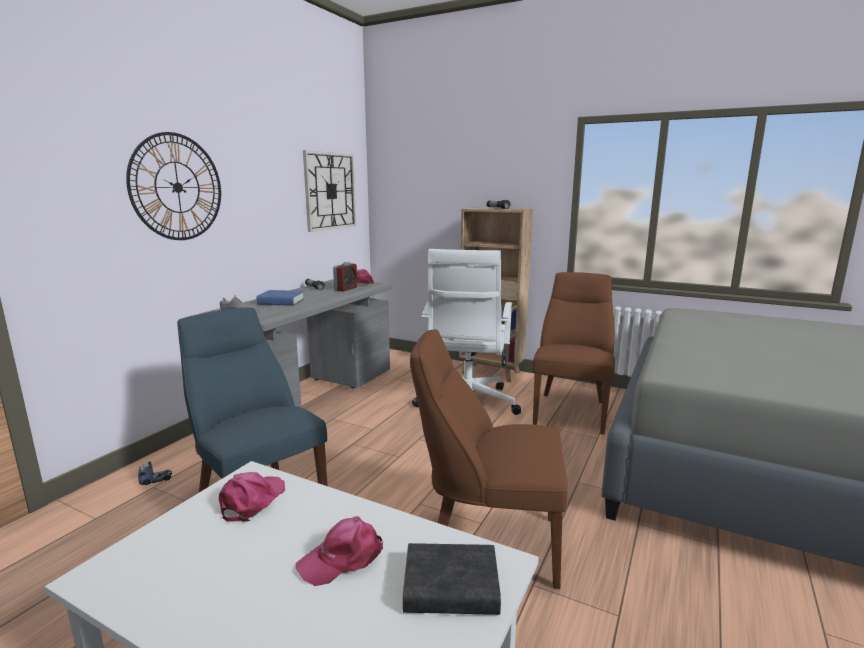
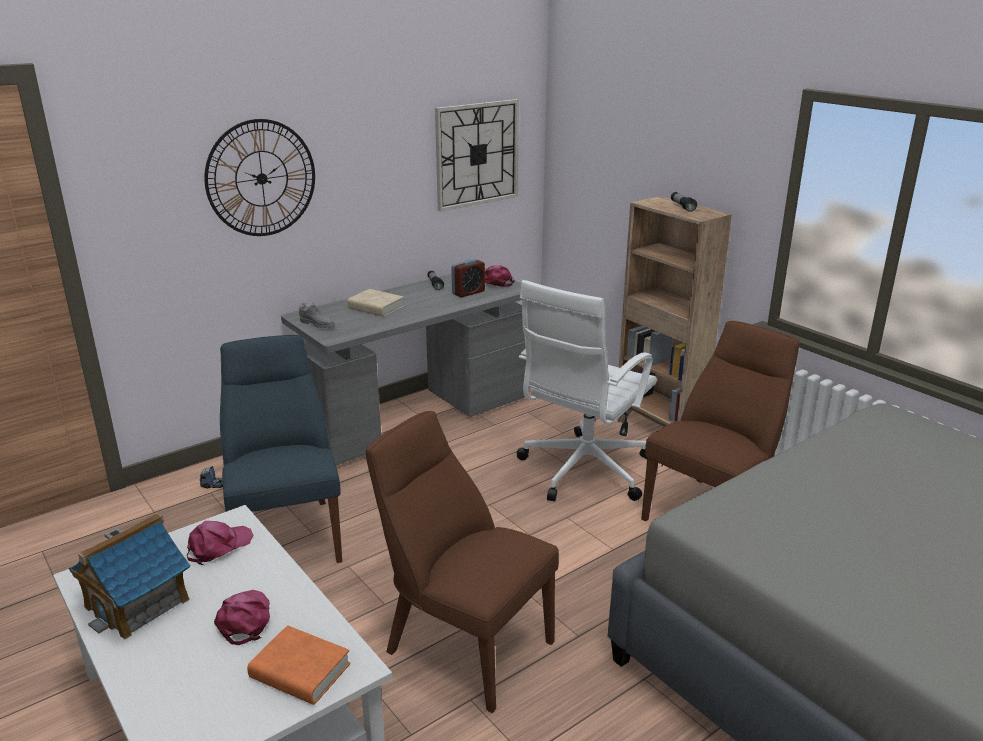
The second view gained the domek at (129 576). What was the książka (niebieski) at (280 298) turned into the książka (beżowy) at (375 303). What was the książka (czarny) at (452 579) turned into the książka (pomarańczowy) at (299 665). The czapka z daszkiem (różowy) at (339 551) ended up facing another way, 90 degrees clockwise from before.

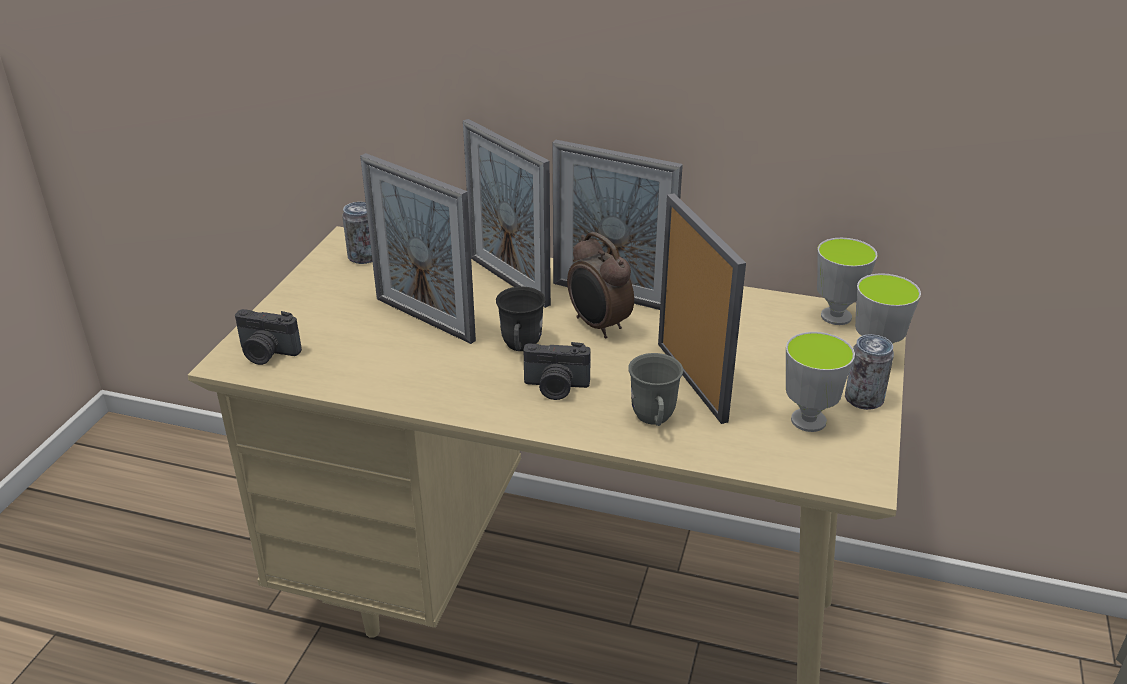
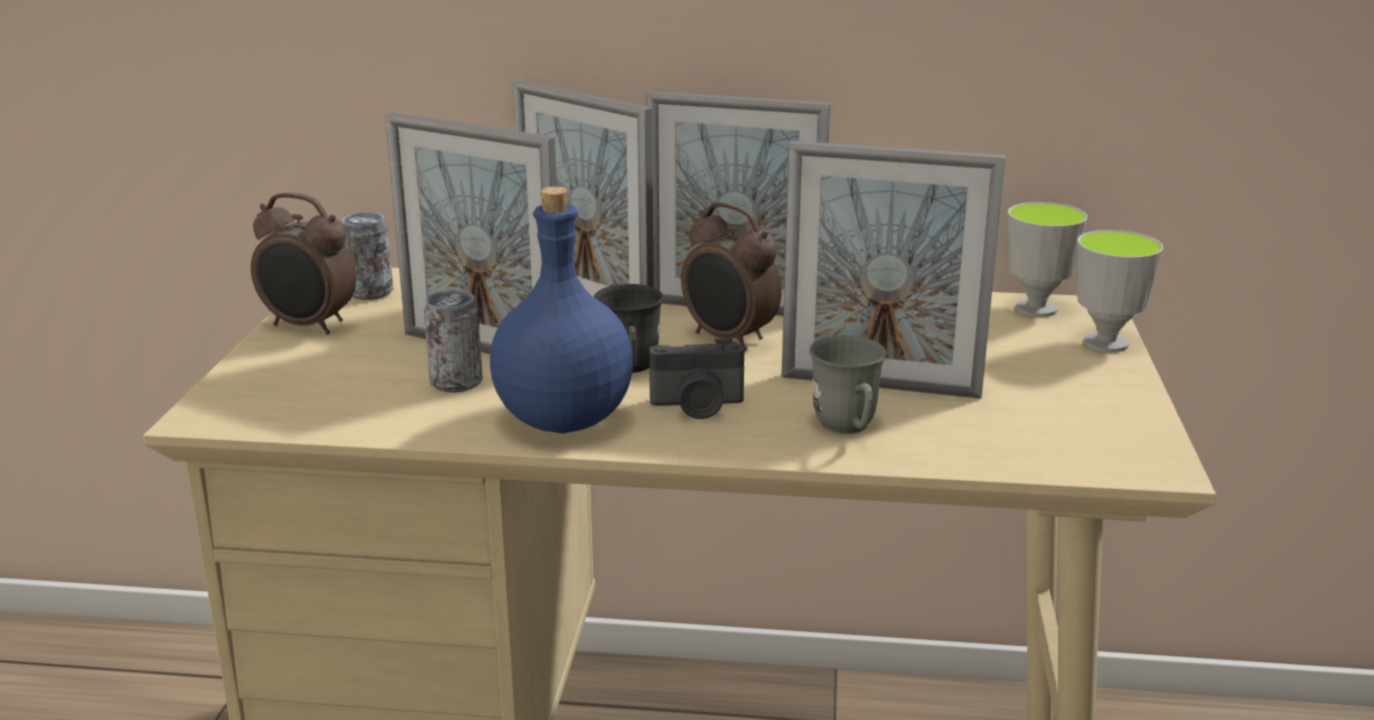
The second view lost the aparat fotograficzny at (268 337). The second view lost the filiżanka at (820 382). The second view gained the budzik at (303 263). The second view gained the butelka (niebieski) at (561 309). The puszka ended up elsewhere, having gone from (869 372) to (453 341). The ramka na zdjęcie at (702 308) ended up facing another way, 135 degrees clockwise from before.

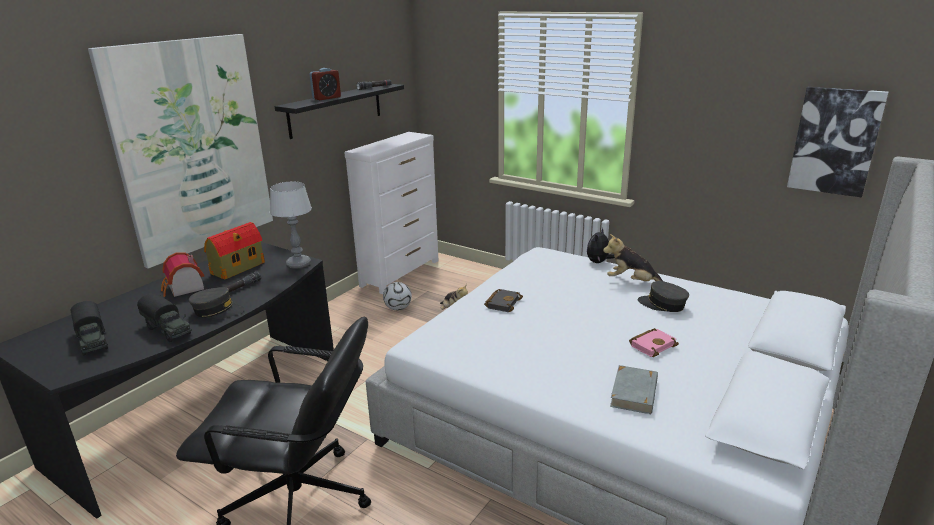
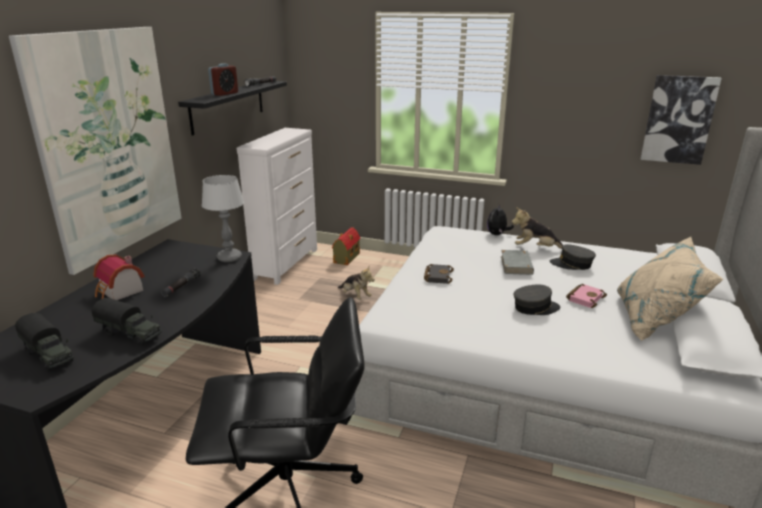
The second view lost the piłka futbolowa at (397 296). The second view gained the poduszka (beżowy) at (670 289). The czapka z daszkiem (szary) ended up elsewhere, having gone from (216 303) to (537 300). The domek ended up elsewhere, having gone from (234 250) to (346 246). The książka (szary) ended up elsewhere, having gone from (634 389) to (517 262).

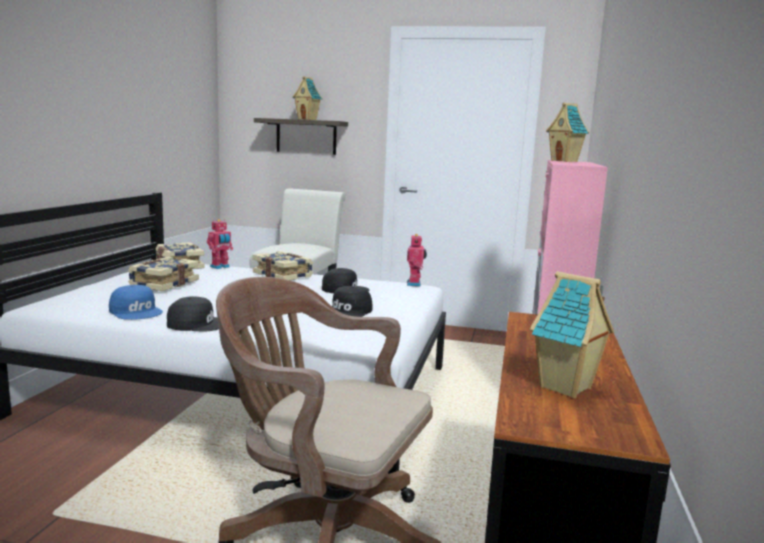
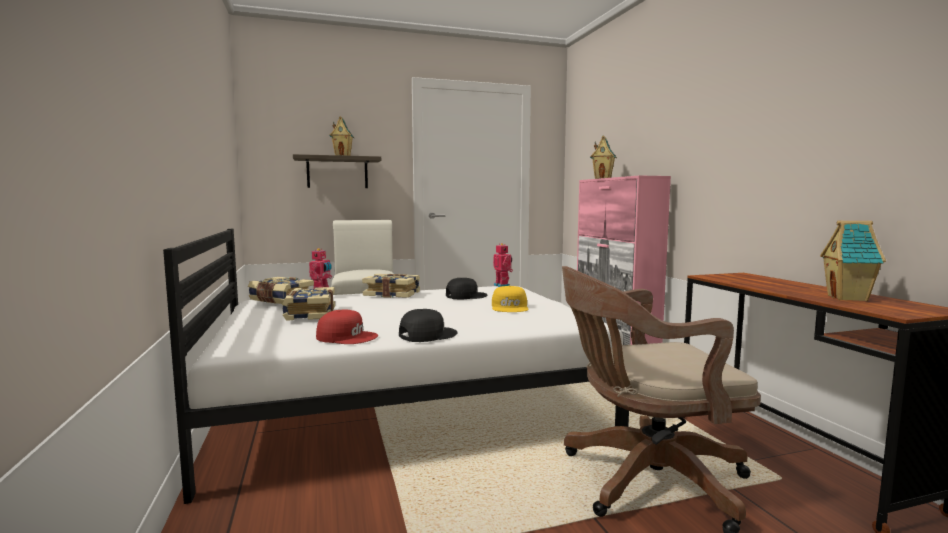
What was the czapka z daszkiem (niebieski) at (136 302) turned into the czapka z daszkiem (czerwony) at (347 326). What was the czapka z daszkiem (czarny) at (352 301) turned into the czapka z daszkiem (żółty) at (510 299).

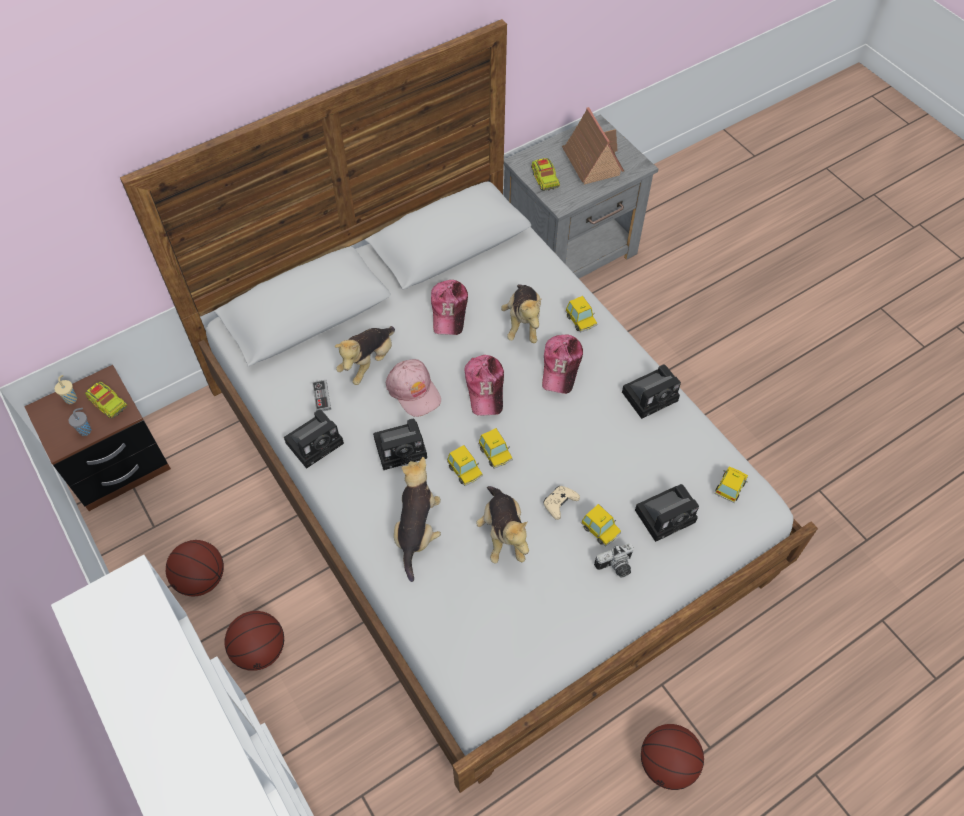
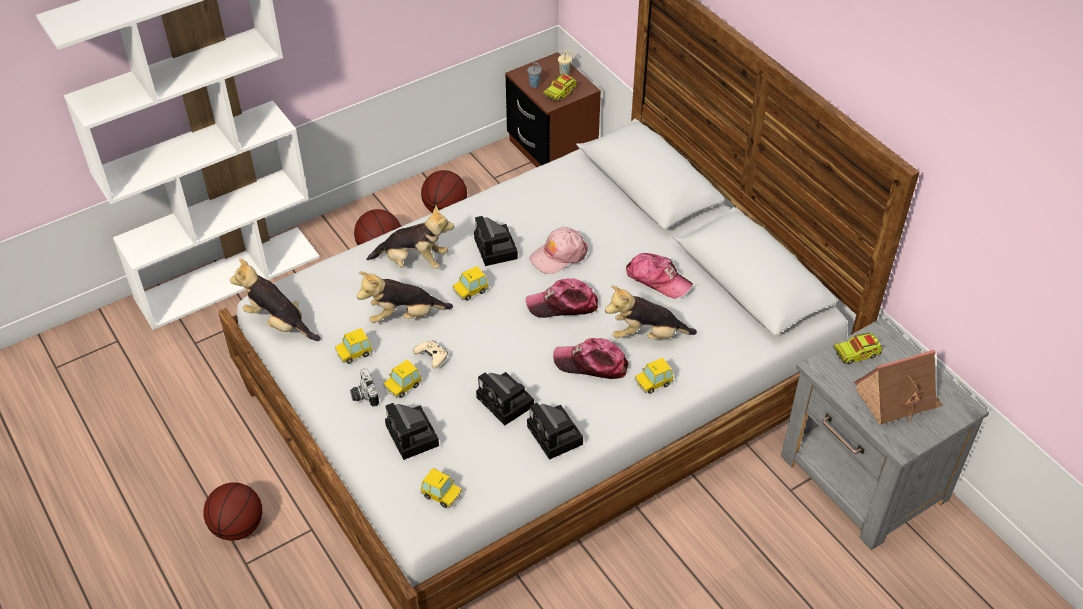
The second view lost the pad do gier at (321 395). The aparat fotograficzny ended up elsewhere, having gone from (314 439) to (505 399). The pluszak ended up elsewhere, having gone from (365 355) to (275 299). The samochodzik ended up elsewhere, having gone from (495 448) to (354 346). The czapka z daszkiem at (449 307) ended up facing another way, 150 degrees counterclockwise from before.

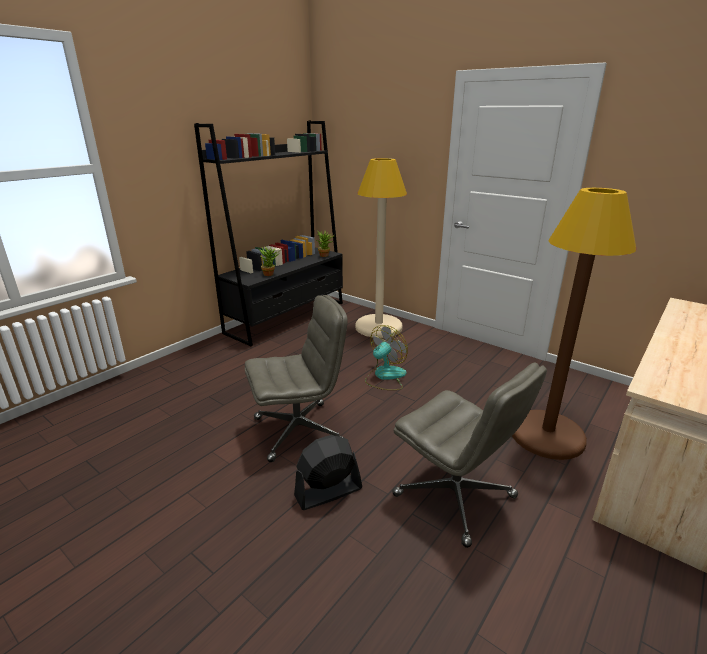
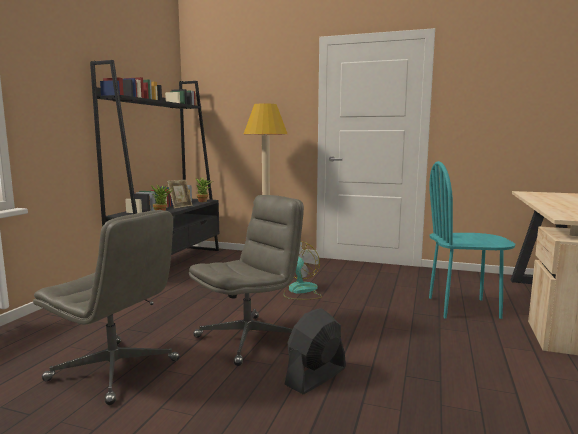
The second view gained the ramka na zdjęcie at (179 194). The krzesło biurowe (szary) ended up elsewhere, having gone from (469 455) to (106 307). Where the lampa stojąca (brązowy) stood at (574 324), the krzesło (turkusowy) came to stand at (472 240).

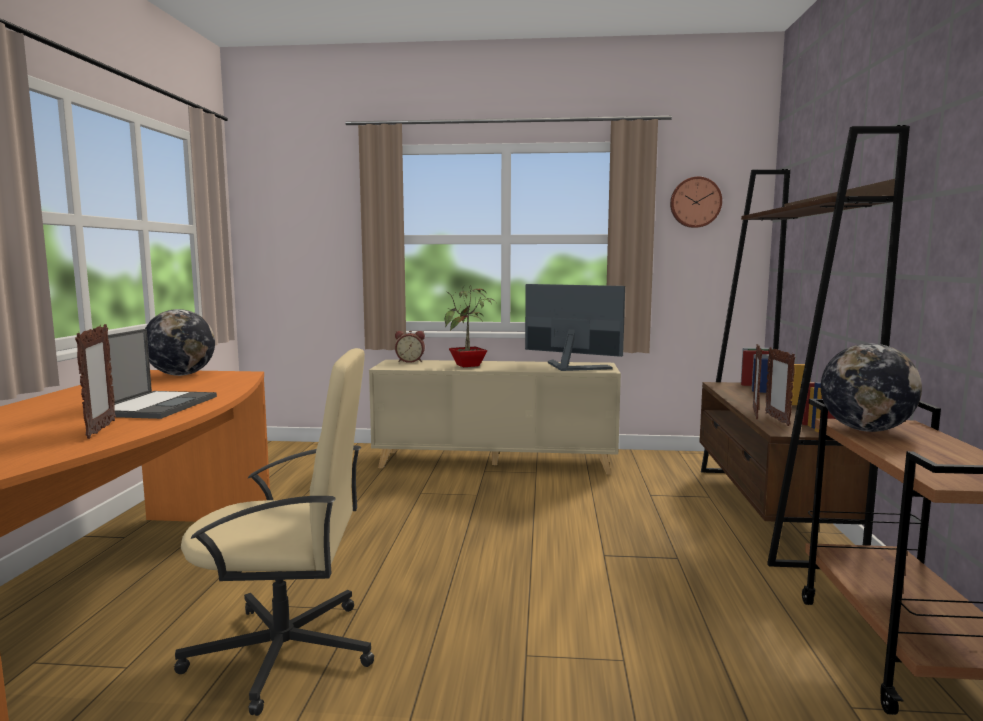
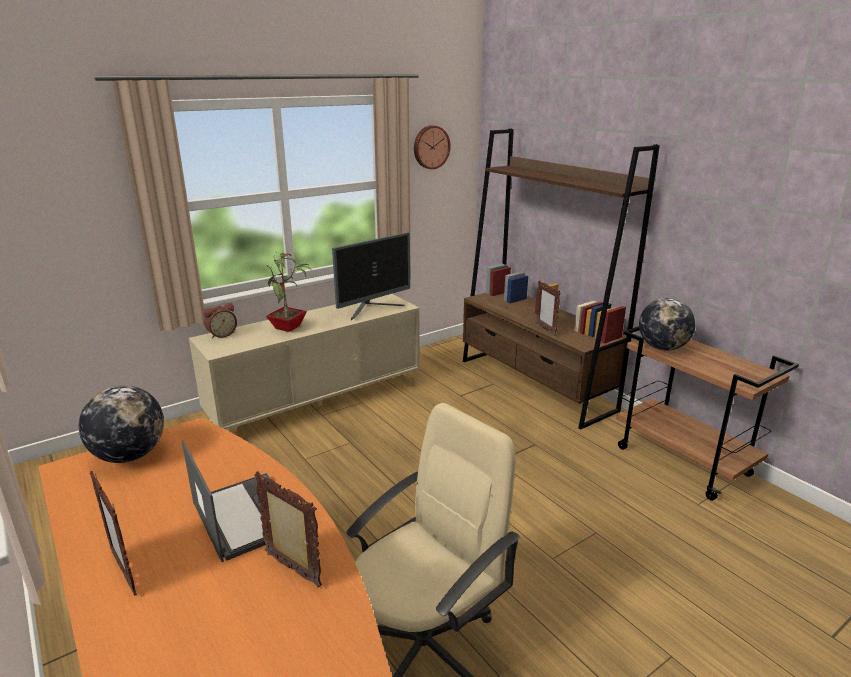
The ramka na zdjęcie ended up elsewhere, having gone from (780 386) to (113 533). The monitor at (575 327) ended up facing another way, 150 degrees clockwise from before.

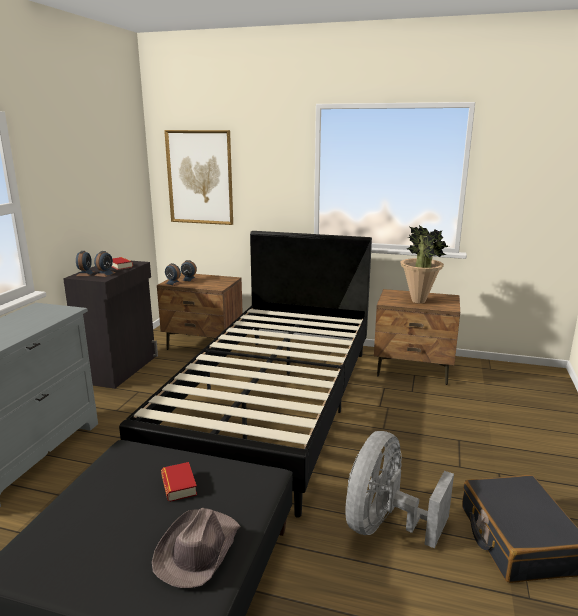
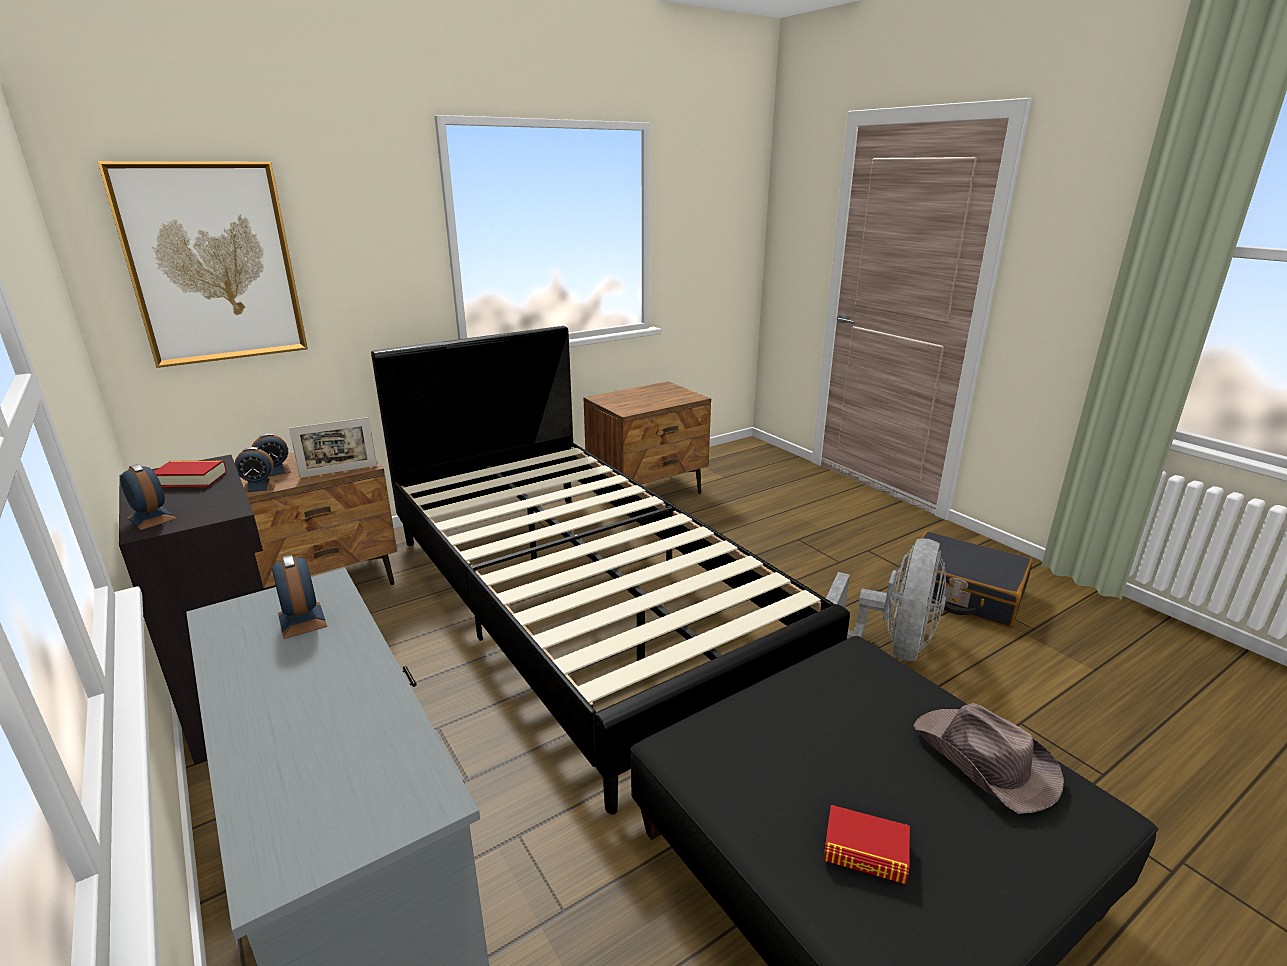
The second view lost the roślina doniczkowa at (425 264). The second view gained the ramka na zdjęcie at (333 447). The budzik ended up elsewhere, having gone from (104 264) to (299 597). The książka ended up elsewhere, having gone from (179 482) to (866 844). The wentylator (szary) at (399 490) ended up facing another way, 135 degrees counterclockwise from before.

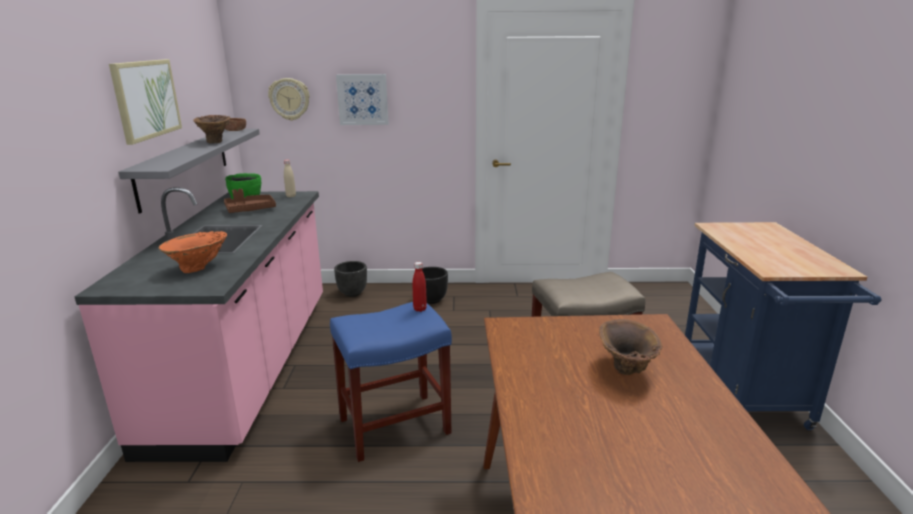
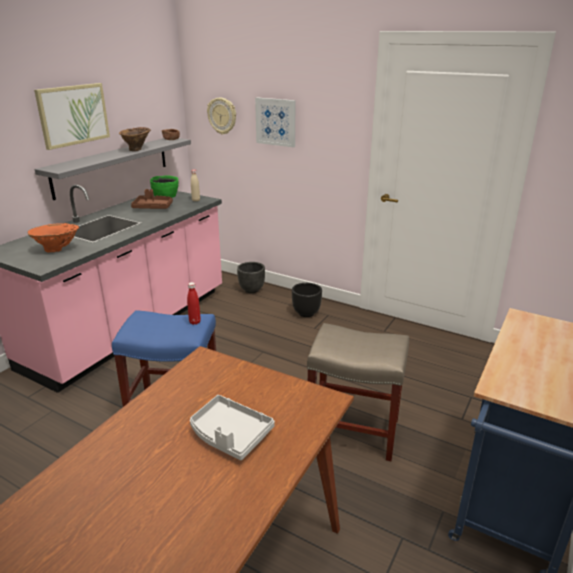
Where the wazon (brązowy) stood at (630 347), the taca (szary) came to stand at (232 427).

